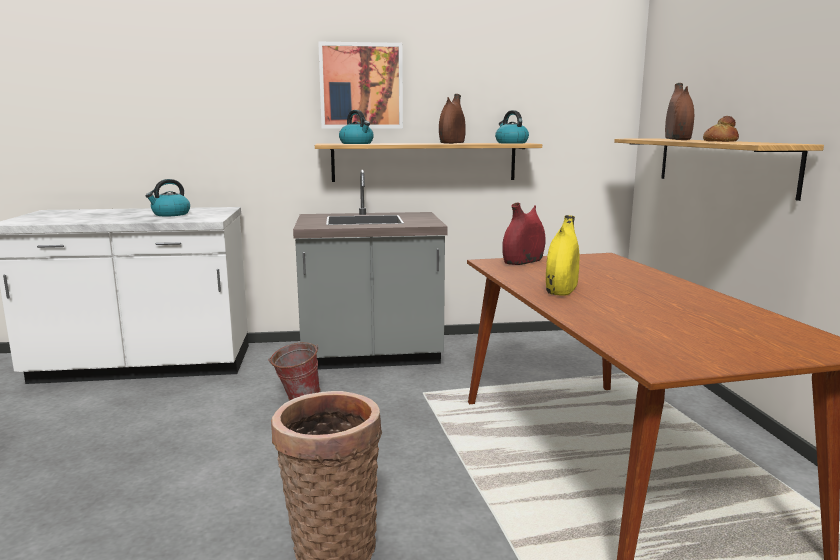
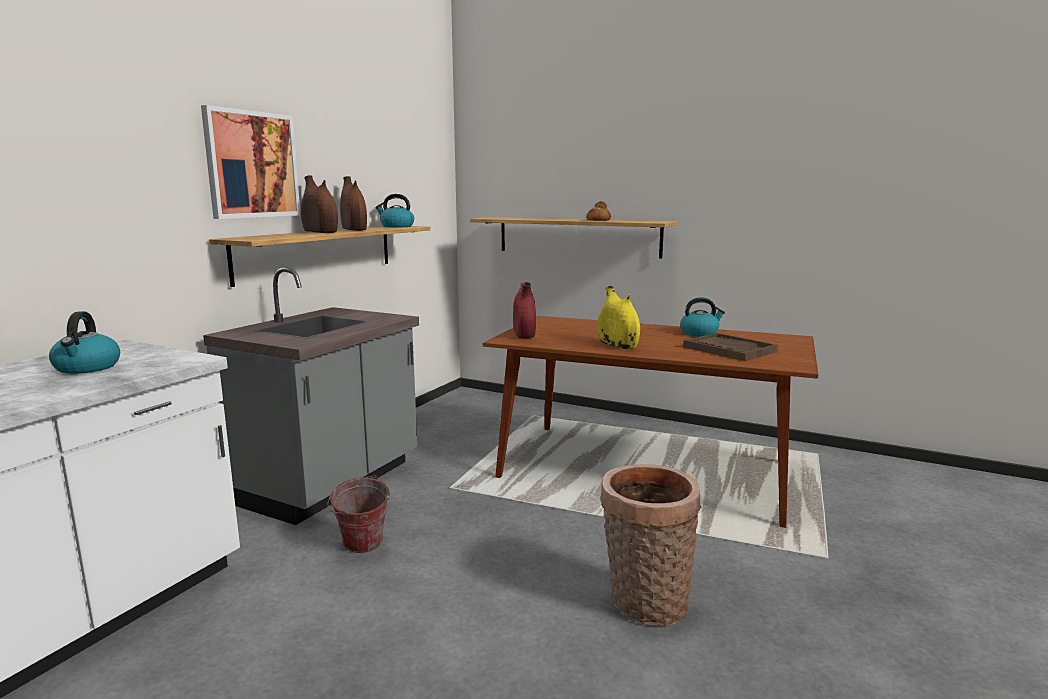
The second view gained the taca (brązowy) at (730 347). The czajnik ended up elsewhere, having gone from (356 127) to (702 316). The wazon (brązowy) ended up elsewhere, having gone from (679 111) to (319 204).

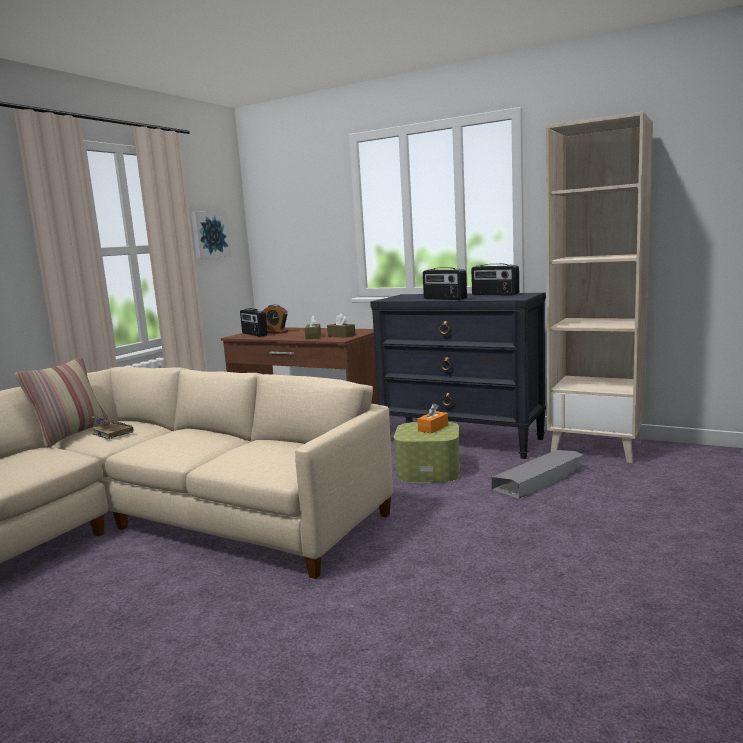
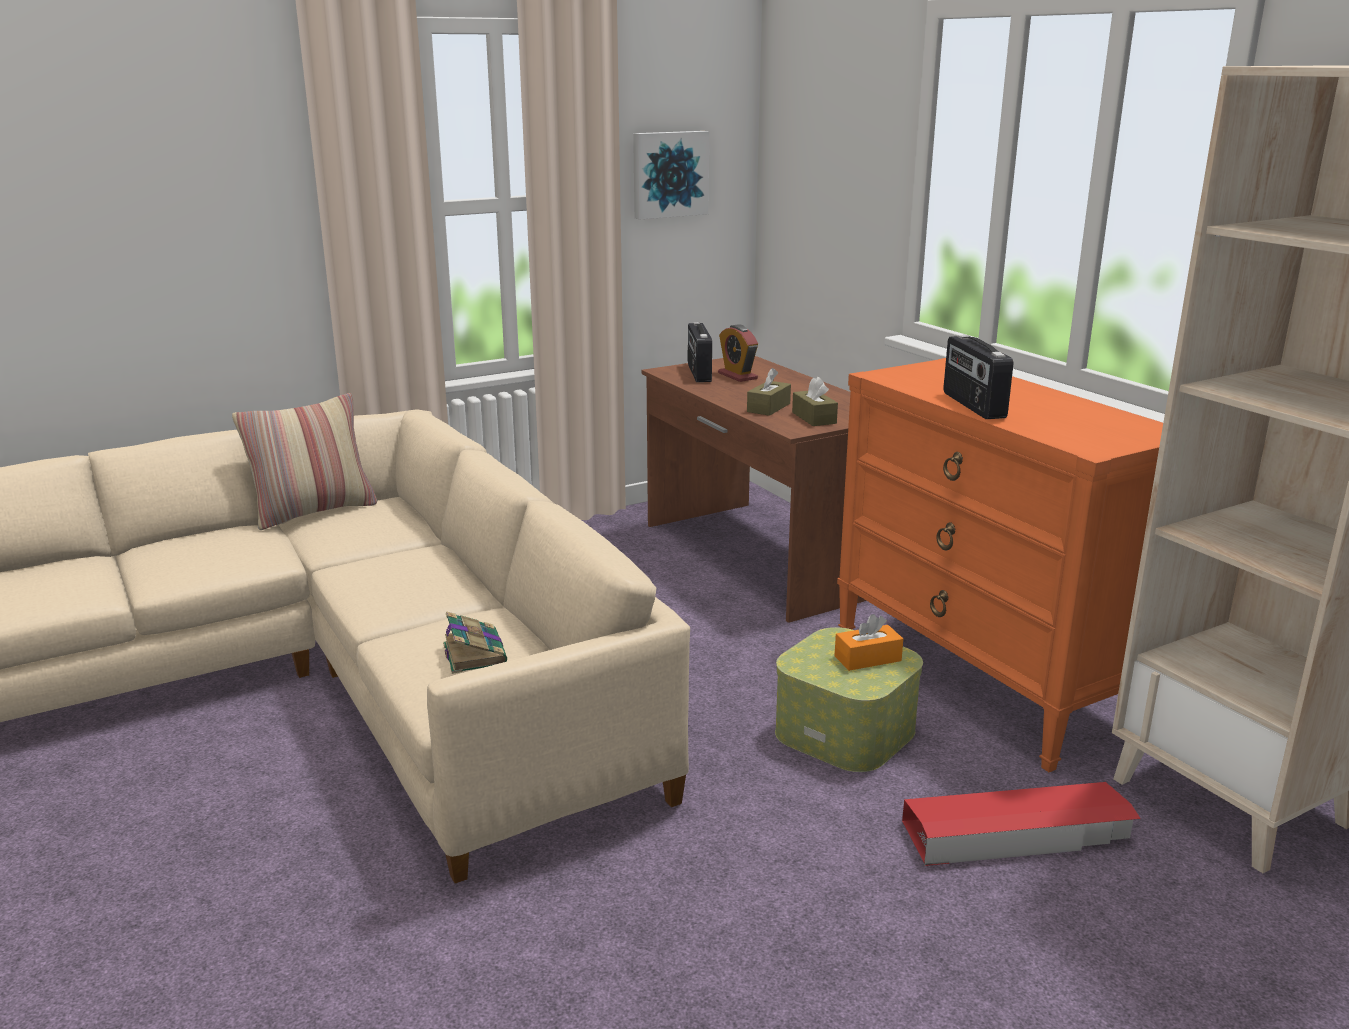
The second view lost the radio at (495 279). The książka ended up elsewhere, having gone from (113 428) to (475 642). What was the komoda (czarny) at (458 376) turned into the komoda (pomarańczowy) at (1000 565). What was the pojemnik do przechowywania (szary) at (537 474) turned into the pojemnik do przechowywania (czerwony) at (1021 824).

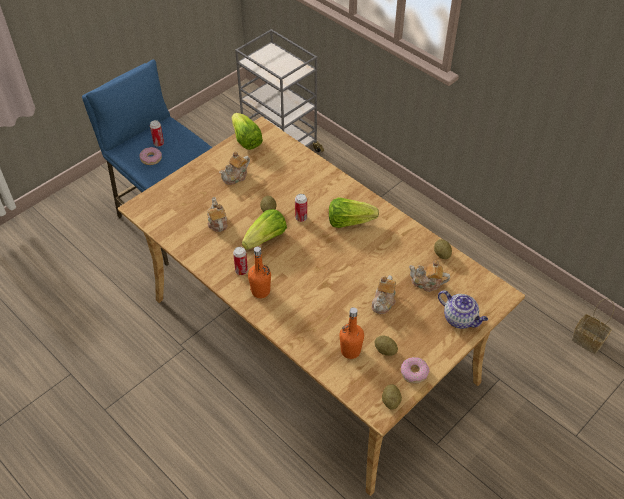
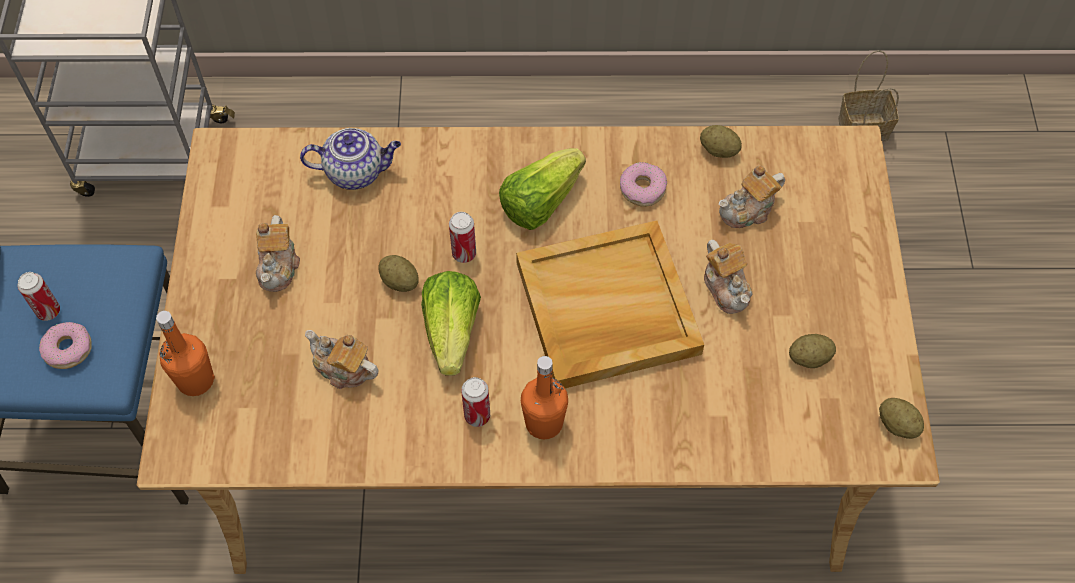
The second view lost the sałata at (247 131). The second view gained the taca (beżowy) at (610 304). The butelka (pomarańczowy) ended up elsewhere, having gone from (351 333) to (185 353). The donut ended up elsewhere, having gone from (415 370) to (643 184). The imbryk ended up elsewhere, having gone from (463 309) to (350 159).

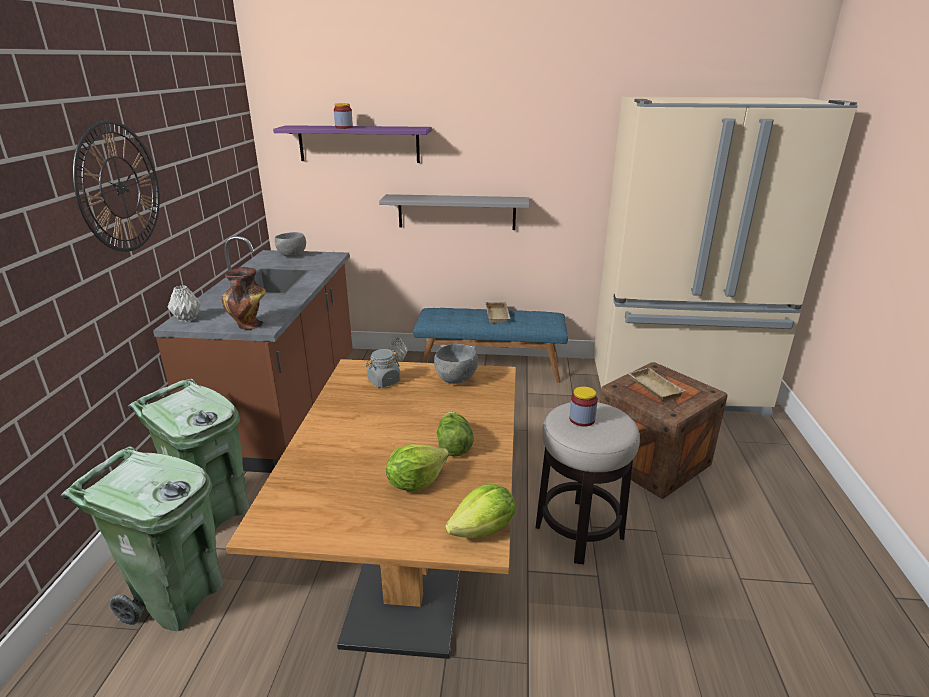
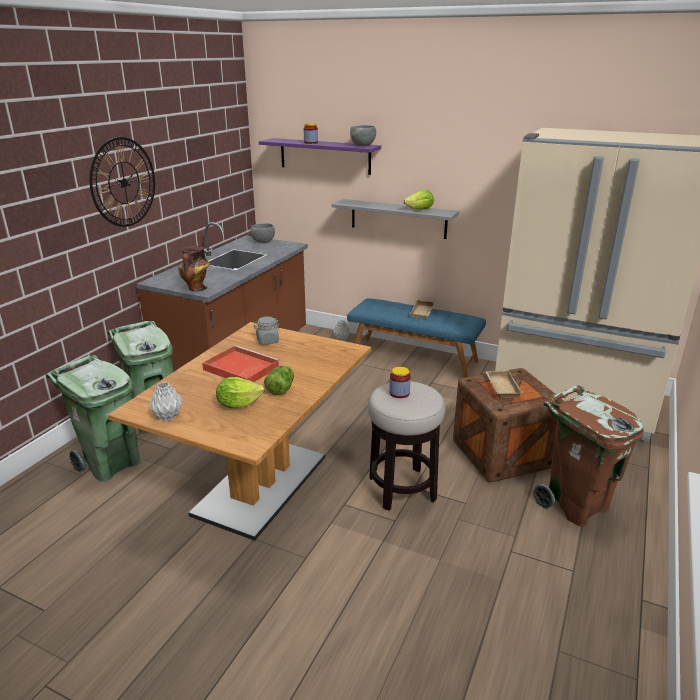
The second view gained the taca (czerwony) at (241 363). The second view gained the kosz na śmieci (brązowy) at (588 456). The wazon (szary) ended up elsewhere, having gone from (184 303) to (166 401). The miska (szary) ended up elsewhere, having gone from (456 364) to (363 135). The sałata ended up elsewhere, having gone from (480 511) to (419 200).

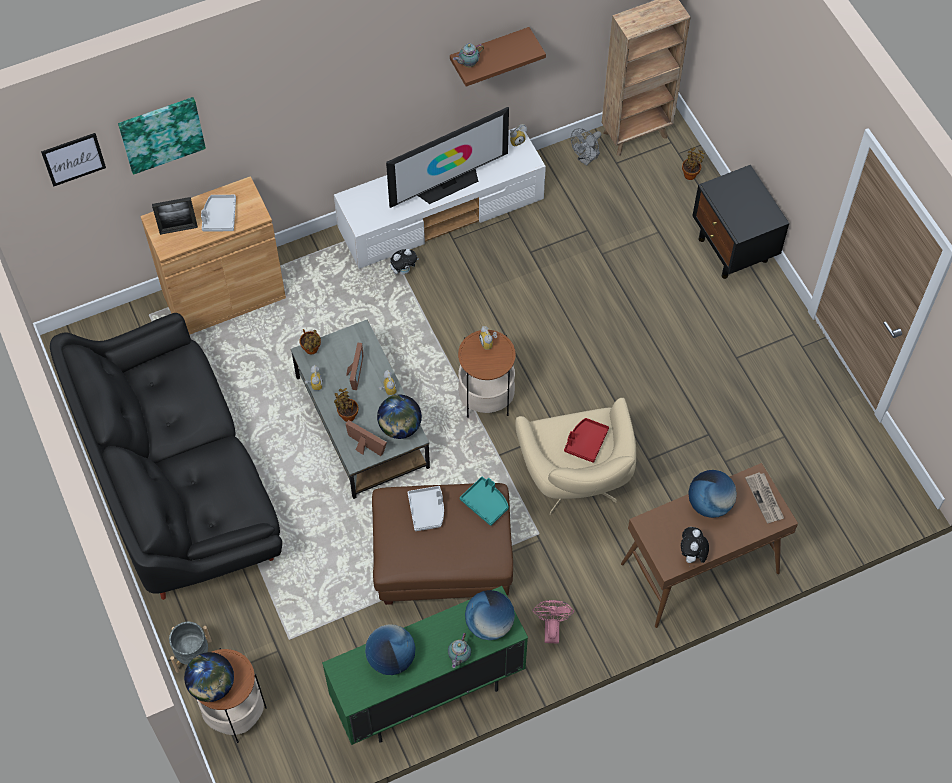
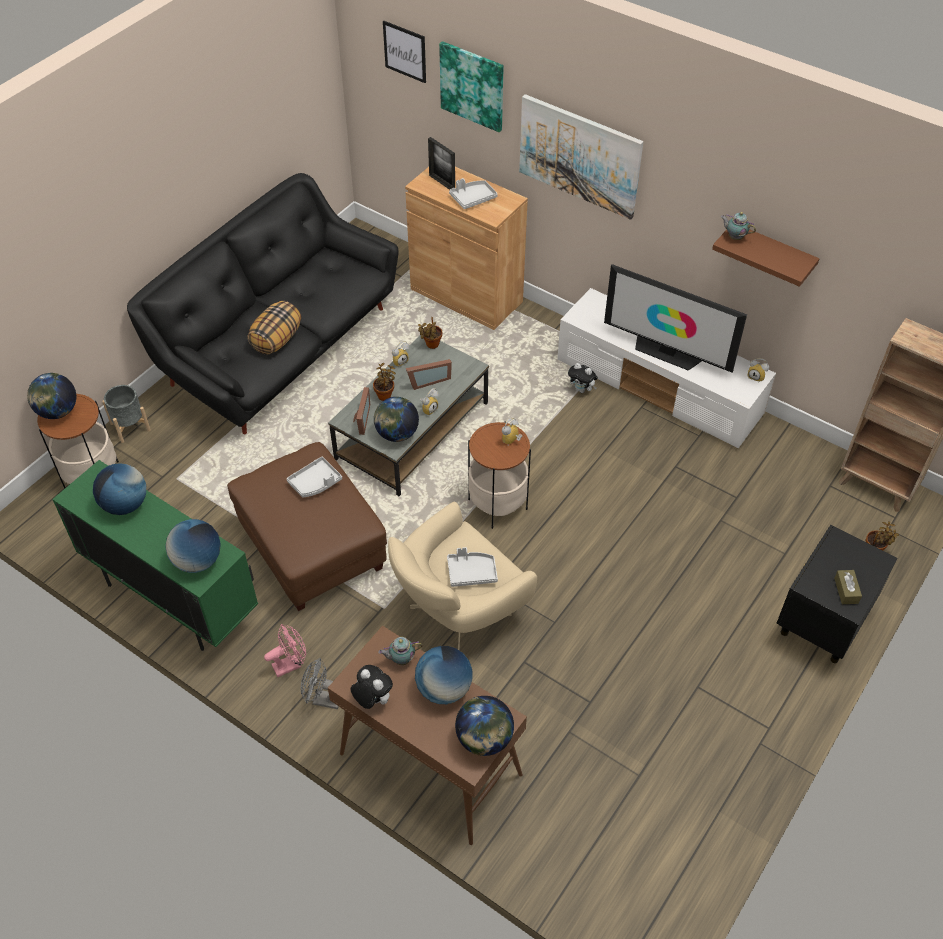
The second view lost the taca (turkusowy) at (484 501). The second view gained the poduszka at (274 328). The second view gained the obraz at (581 157). The second view gained the pudełko chusteczek (brązowy) at (848 587). The imbryk ended up elsewhere, having gone from (459 650) to (400 651). The wentylator (szary) ended up elsewhere, having gone from (586 147) to (320 683). Where the gazeta stood at (764 497), the globus came to stand at (484 726). What was the taca (czerwony) at (586 440) turned into the taca (szary) at (472 567). The pluszak at (695 546) ended up facing another way, 60 degrees clockwise from before.

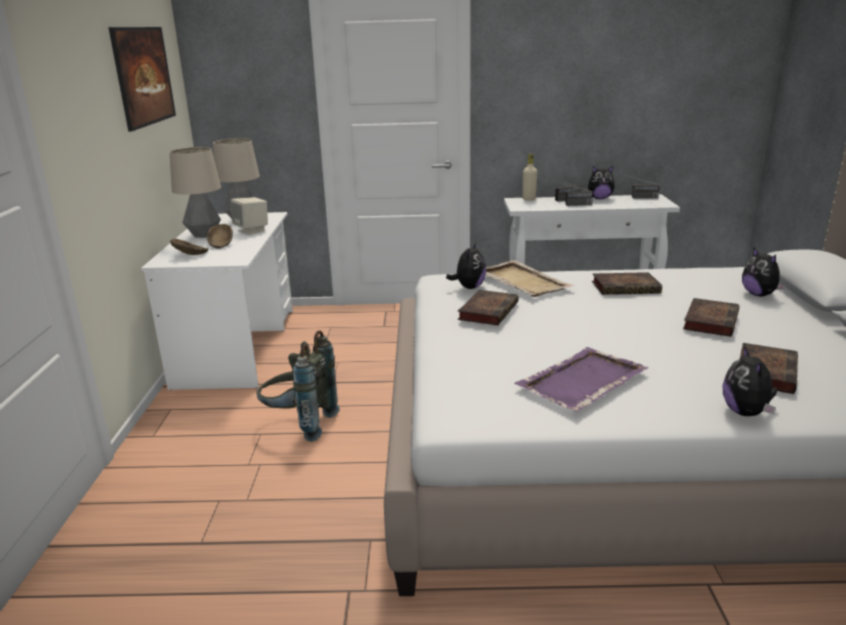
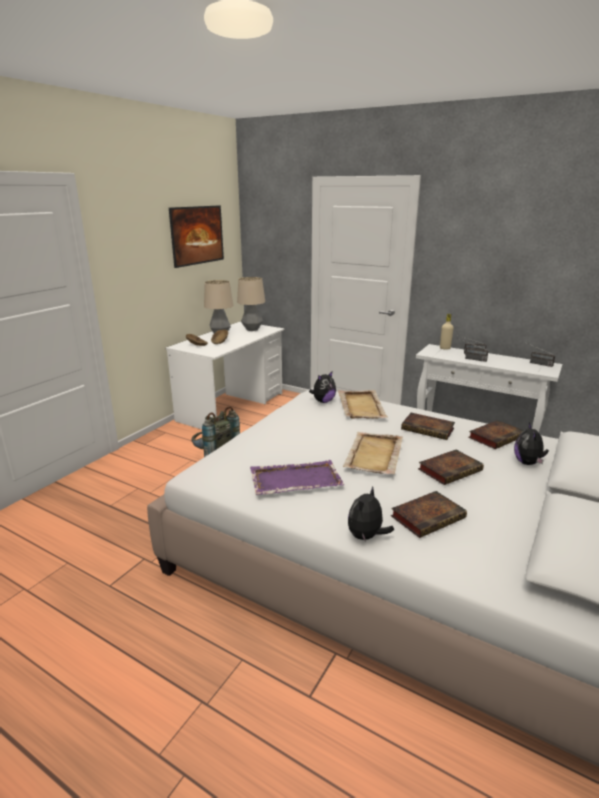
The second view lost the głośnik (beżowy) at (249 216). The second view lost the pluszak at (601 182). The second view gained the taca (beżowy) at (373 453). The książka ended up elsewhere, having gone from (488 307) to (496 434).

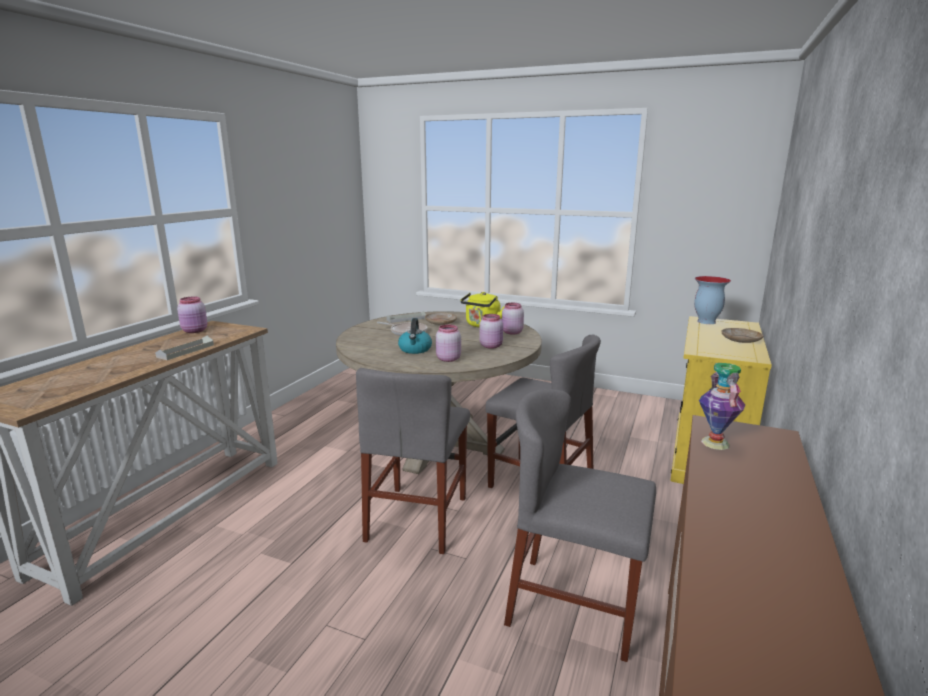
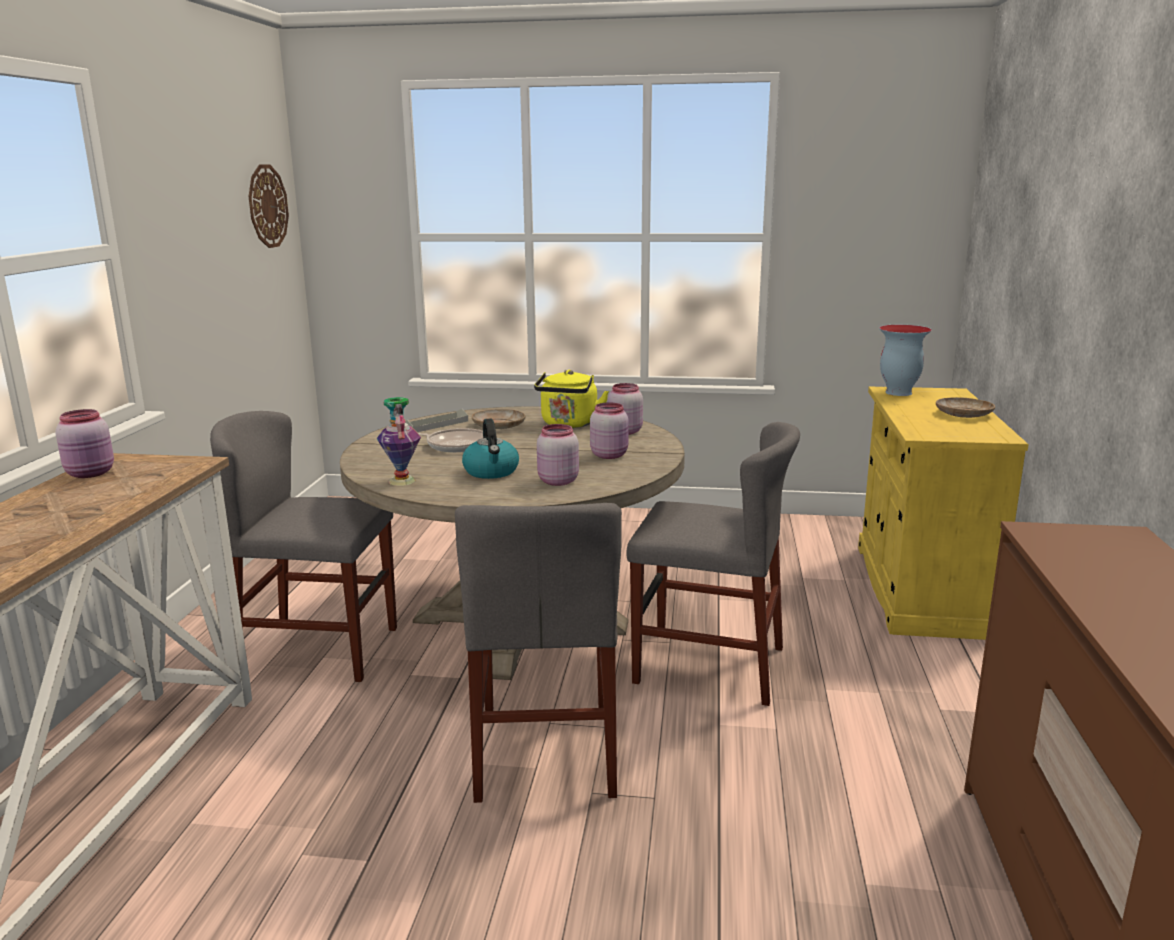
The second view lost the taca (szary) at (184 348). The second view gained the zegar ścienny at (268 206). The krzesło (szary) ended up elsewhere, having gone from (580 525) to (303 546). The wazon ended up elsewhere, having gone from (722 406) to (399 441).

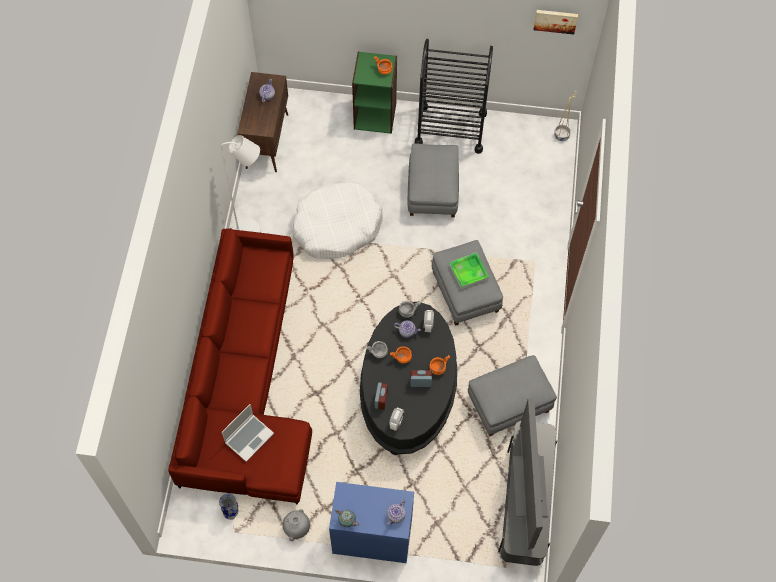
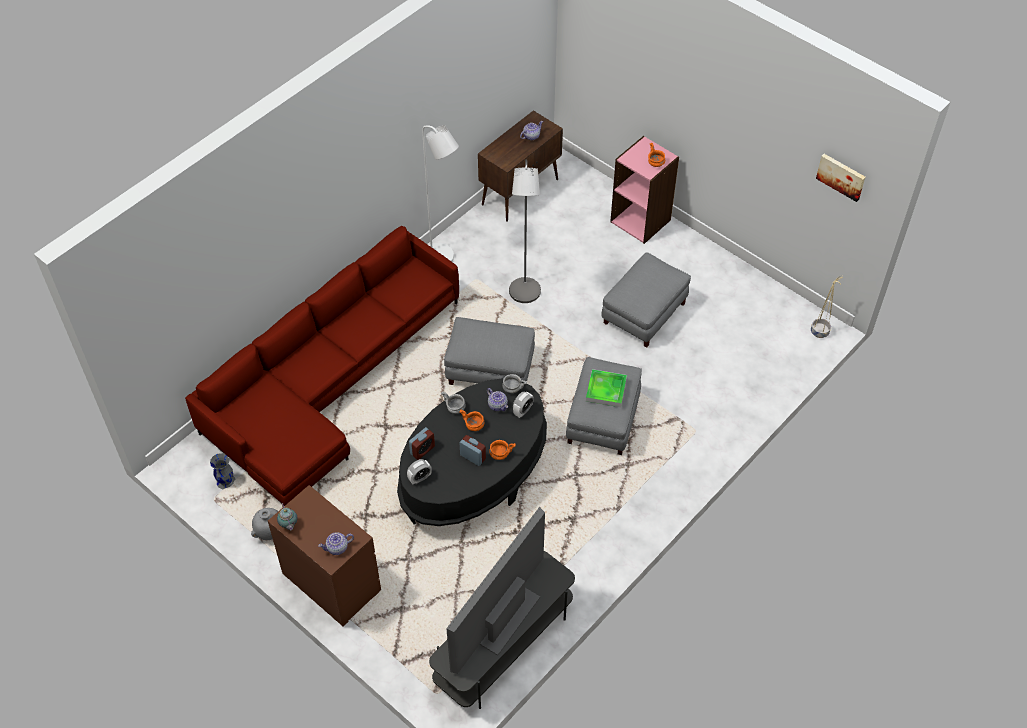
The second view lost the laptop at (248 433). The second view lost the wózek (czarny) at (454 96). The pufa (szary) ended up elsewhere, having gone from (512 395) to (489 351). Where the legowisko (biały) stood at (338 220), the lampa stojąca (szary) came to stand at (525 231). What was the komoda (niebieski) at (371 522) turned into the komoda (brązowy) at (324 556). What was the regał (zielony) at (374 92) turned into the regał (różowy) at (644 190).

